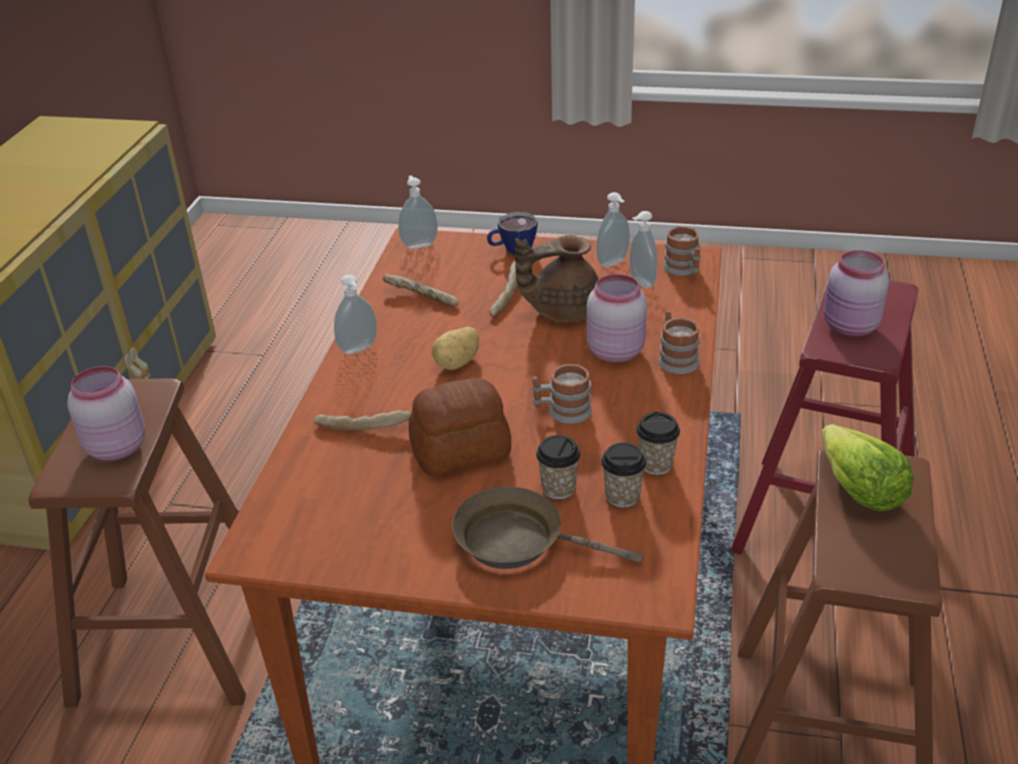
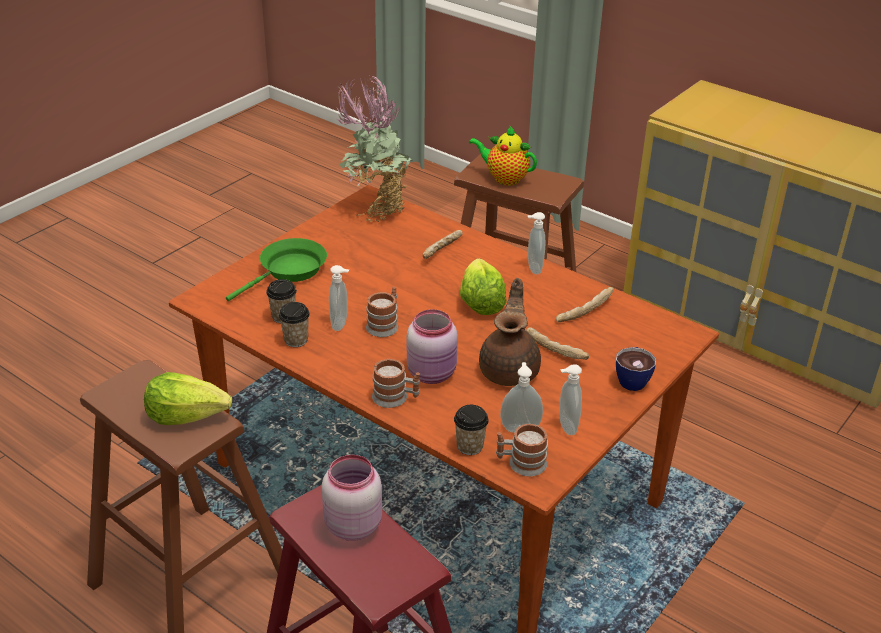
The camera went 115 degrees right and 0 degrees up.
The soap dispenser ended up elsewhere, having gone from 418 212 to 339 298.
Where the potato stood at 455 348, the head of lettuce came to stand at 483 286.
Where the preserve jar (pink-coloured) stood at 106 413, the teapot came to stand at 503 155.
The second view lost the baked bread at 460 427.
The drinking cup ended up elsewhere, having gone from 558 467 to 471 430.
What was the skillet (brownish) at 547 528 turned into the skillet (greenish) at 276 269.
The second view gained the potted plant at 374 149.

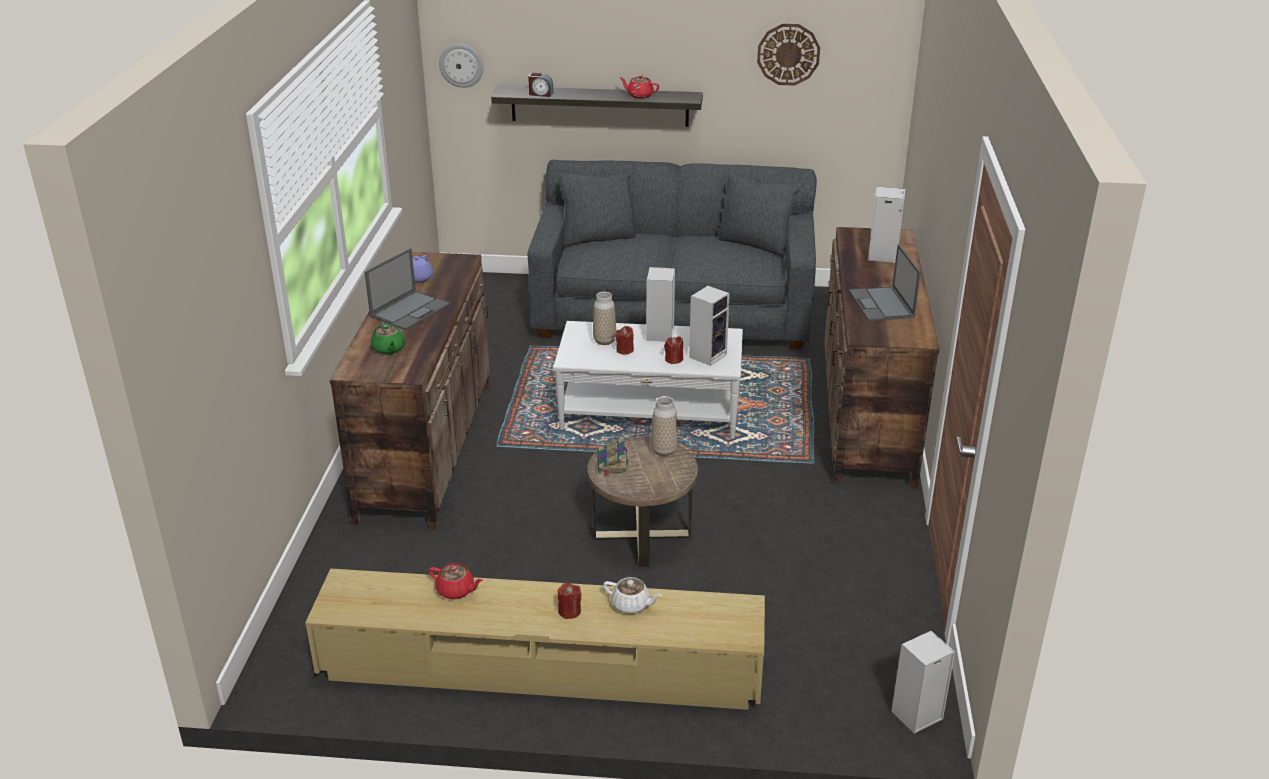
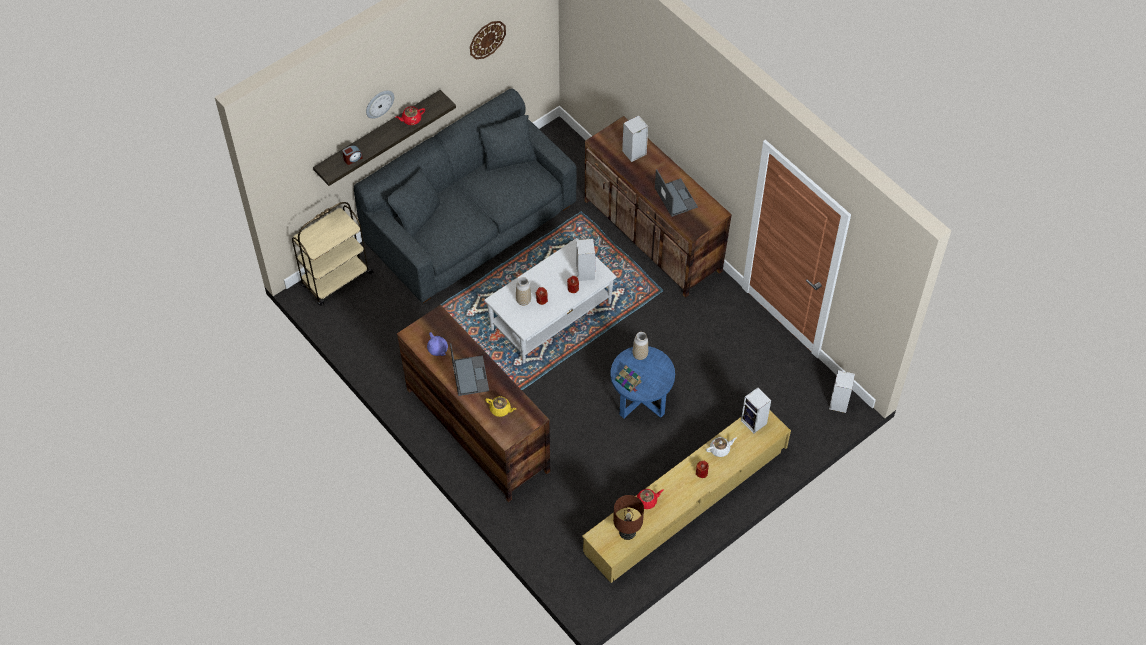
The camera went 45 degrees left and 25 degrees up.
The wall clock ended up elsewhere, having gone from 461 66 to 380 105.
The notebook computer at 885 282 ended up facing another way, 150 degrees counterclockwise from before.
The audio speaker ended up elsewhere, having gone from 660 304 to 756 410.
What was the teapot (greenish) at 388 338 turned into the teapot (yellowish) at 500 406.
What was the accent table (brownish) at 642 502 turned into the accent table (blue-coloured) at 643 382.
The second view gained the cart (beige-coloured) at 332 254.
The second view gained the lamp for a table (brownish) at 628 517.

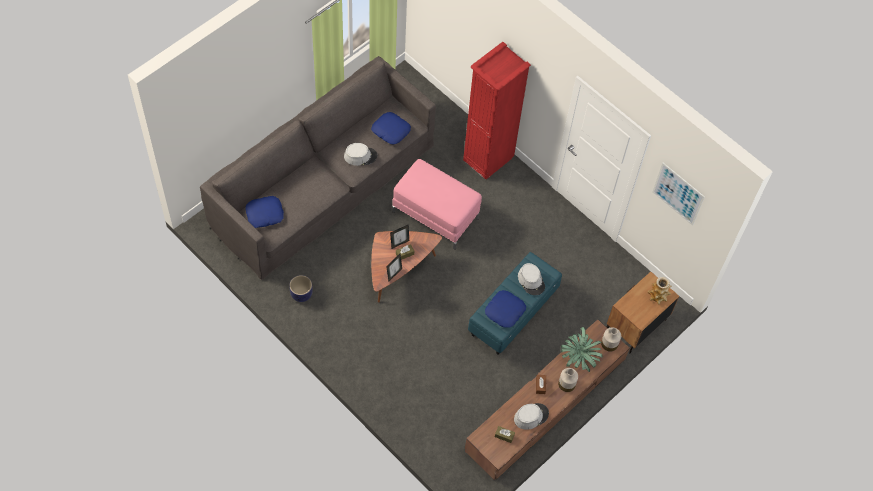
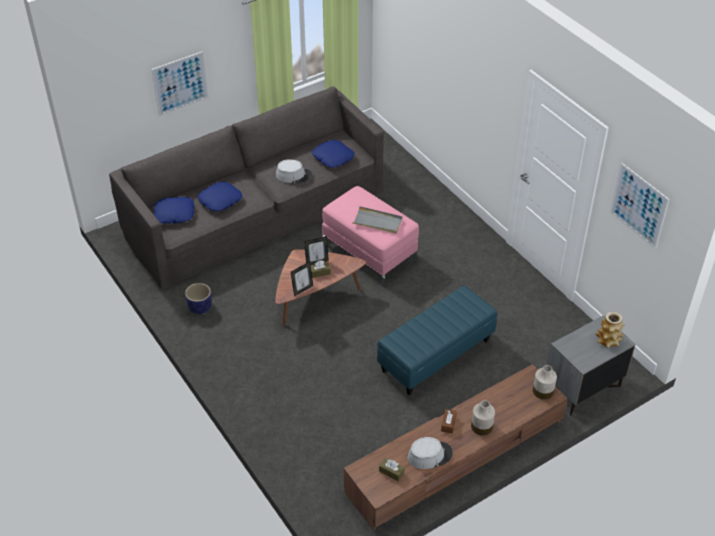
The camera went 15 degrees right and 15 degrees down.
The second view lost the cupboard (red) at 497 110.
The second view lost the clothing hat (gray) at 531 279.
What was the bedside table (brownish) at 643 312 turned into the bedside table (gray) at 591 365.
The cushion (blue-coloured) ended up elsewhere, having gone from 505 309 to 220 197.
The second view lost the potted plant at 582 349.
The second view gained the picture at 180 83.
The second view gained the carrying tray (gray) at 378 220.

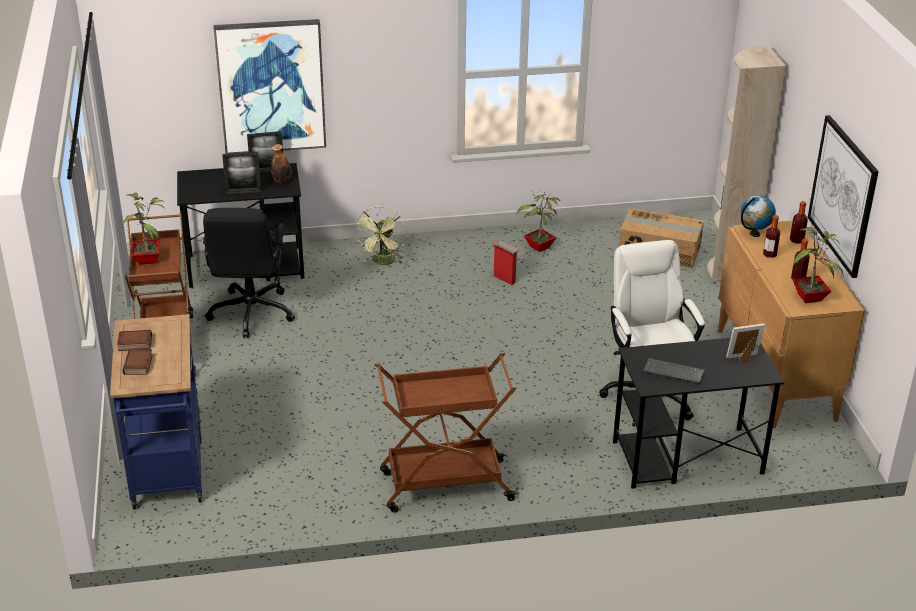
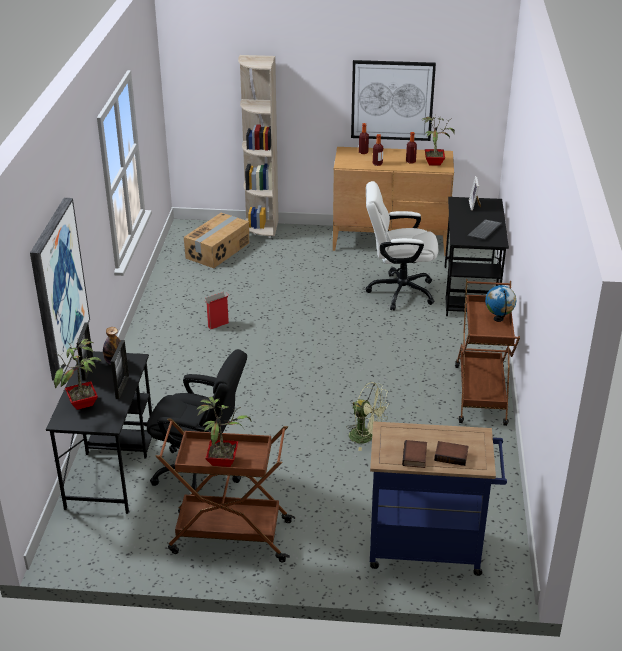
The camera went 75 degrees left and 0 degrees up.
The potted plant ended up elsewhere, having gone from 538 221 to 78 374.
The world globe ended up elsewhere, having gone from 758 216 to 500 303.
The cooling fan (greenish) ended up elsewhere, having gone from 380 235 to 368 416.

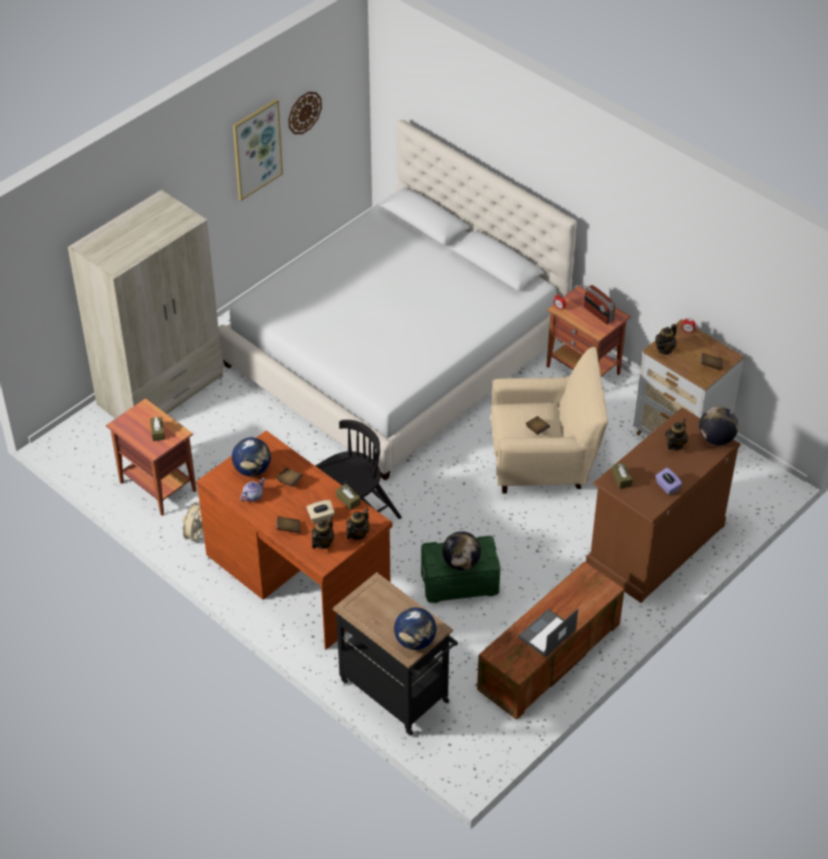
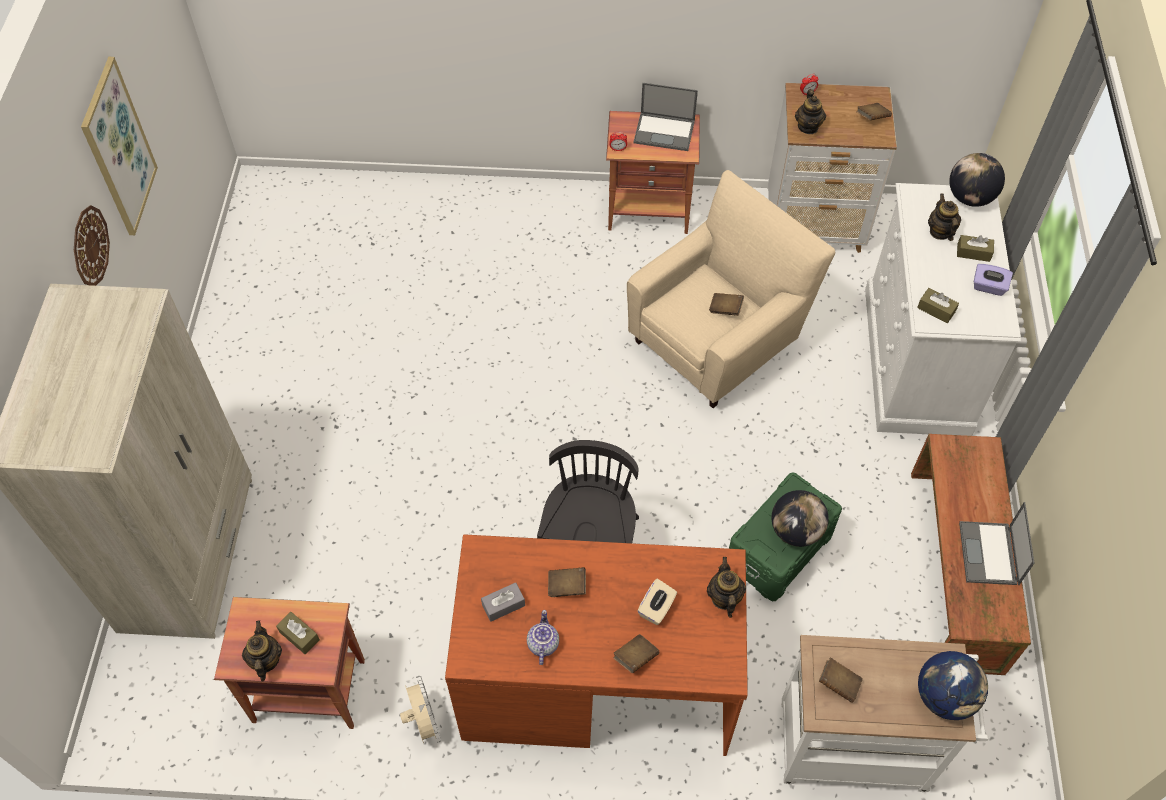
The camera went 40 degrees left and 10 degrees up.
The wall clock ended up elsewhere, having gone from 305 113 to 92 245.
The second view lost the bedroom bed (white-coloured) at 398 300.
Where the radio stood at 599 304, the notebook computer came to stand at 666 117.
What was the dresser (brownish) at 663 505 turned into the dresser (white-coloured) at 943 309.
Where the world globe stood at 251 457, the box of tissues (gray) came to stand at 503 602.
The box of tissues (brownish) ended up elsewhere, having gone from 348 497 to 975 248.
The teapot ended up elsewhere, having gone from 322 532 to 262 650.
What was the cart (blackish) at 395 654 turned into the cart (white-coloured) at 885 713.
The second view gained the bound book (brownish) at 841 680.

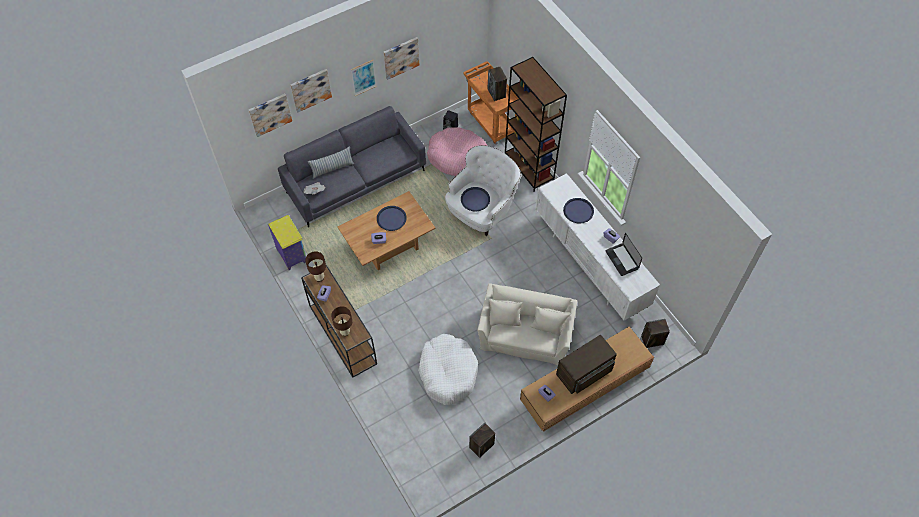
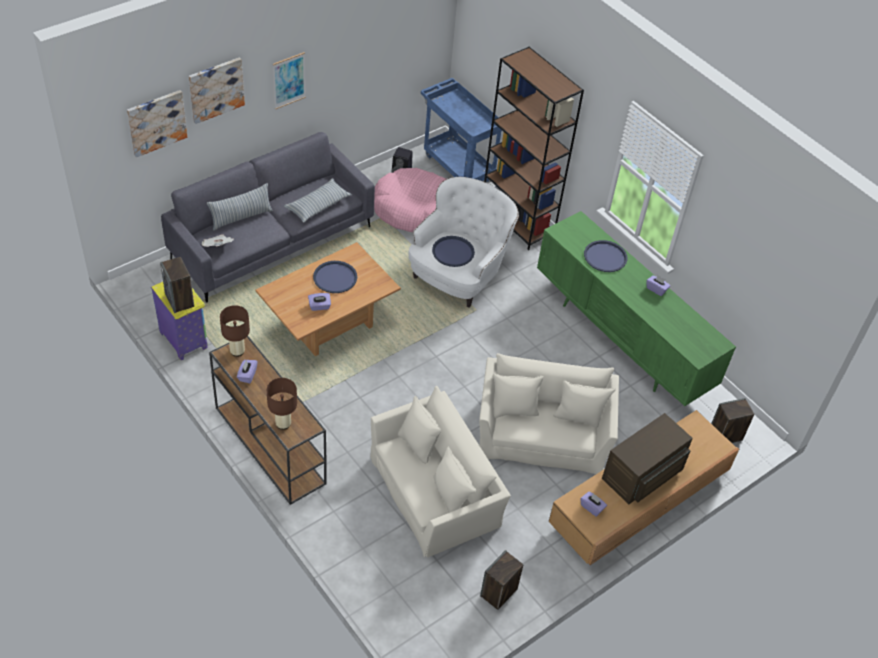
The camera went 10 degrees left and 10 degrees down.
The second view lost the picture at 401 58.
What was the cart (orange-coloured) at 491 102 turned into the cart (blue-coloured) at 461 130.
The audio speaker ended up elsewhere, having gone from 497 84 to 177 285.
What was the cupboard (white-coloured) at 598 247 turned into the cupboard (greenish) at 636 308.
The second view lost the notebook computer at 623 254.
Where the pet bed (white-coloured) stood at 448 369, the armchair (beige-coloured) came to stand at 440 471.
The second view gained the cushion at 318 201.

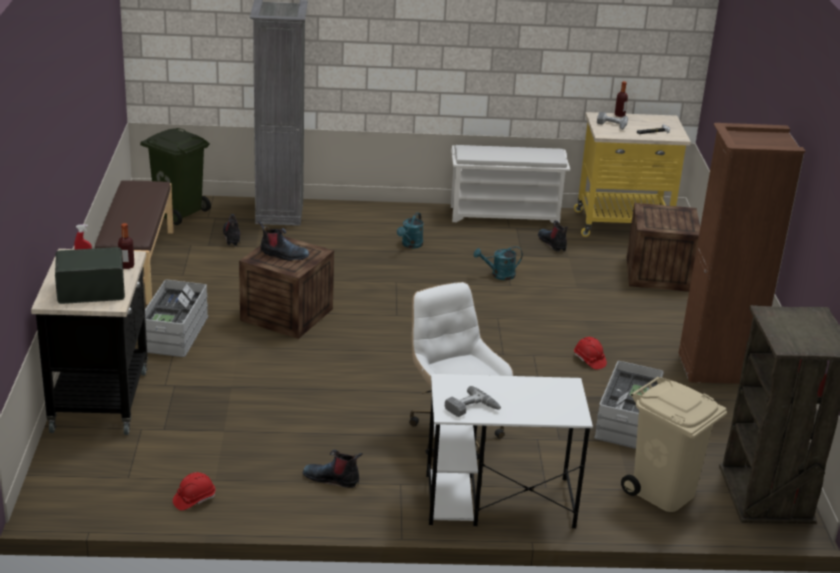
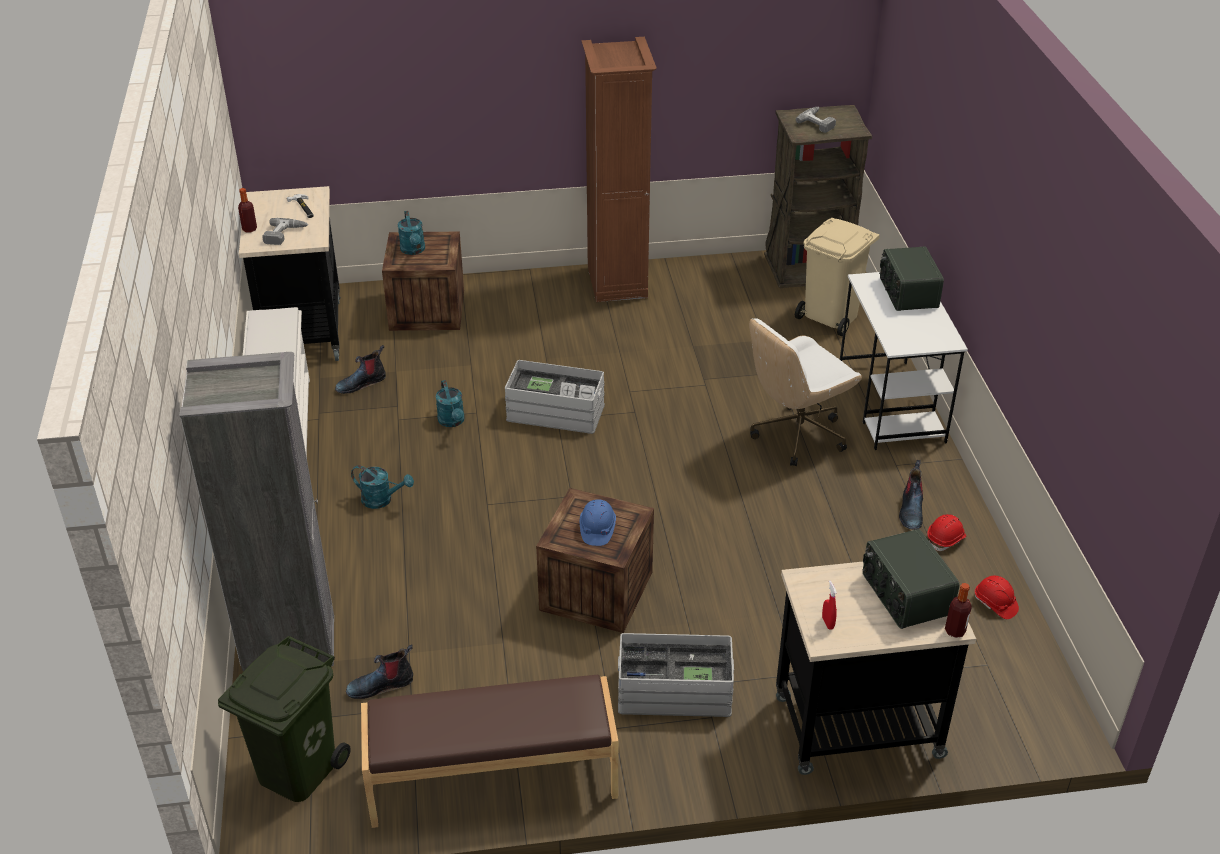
The camera went 95 degrees left and 10 degrees up.
What was the cart (yellowish) at 632 174 turned into the cart (blackish) at 290 273.
Where the boot stood at 283 241, the safety helmet (blue-coloured) came to stand at 598 522.
The drink bottle ended up elsewhere, having gone from 126 246 to 958 610.
The safety helmet (red) ended up elsewhere, having gone from 590 353 to 946 532.
The storage box (gray) ended up elsewhere, having gone from 629 405 to 555 397.
The electric drill ended up elsewhere, having gone from 473 401 to 816 120.
The second view gained the watering pot (turquoise-coloured) at 411 233.
The second view gained the radio at 911 278.

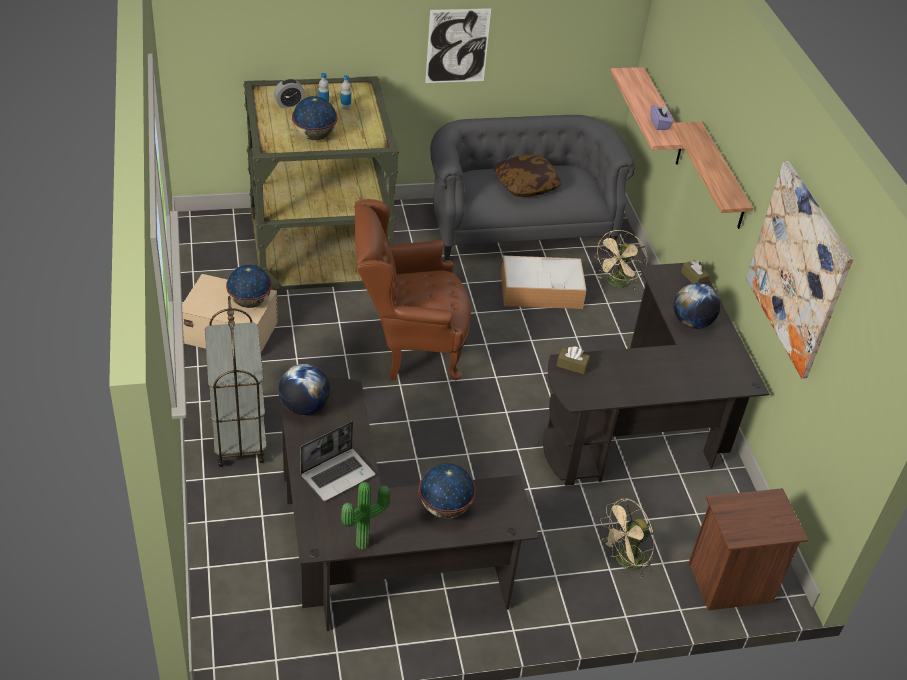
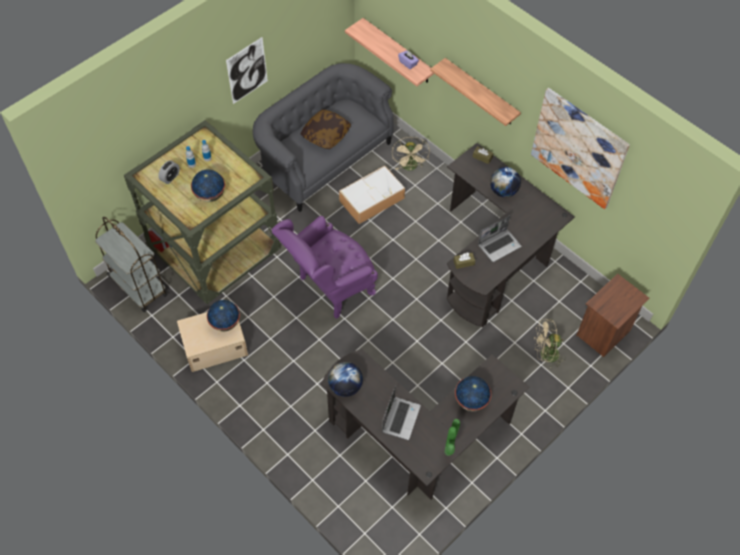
The camera went 30 degrees left and 15 degrees up.
What was the armchair (brownish) at 412 290 turned into the armchair (purple-coloured) at 324 267.
The cart (gray) ended up elsewhere, having gone from 236 381 to 131 264.
The cooling fan (beige-coloured) at 627 537 ended up facing another way, 60 degrees clockwise from before.
The second view gained the notebook computer at 500 238.

